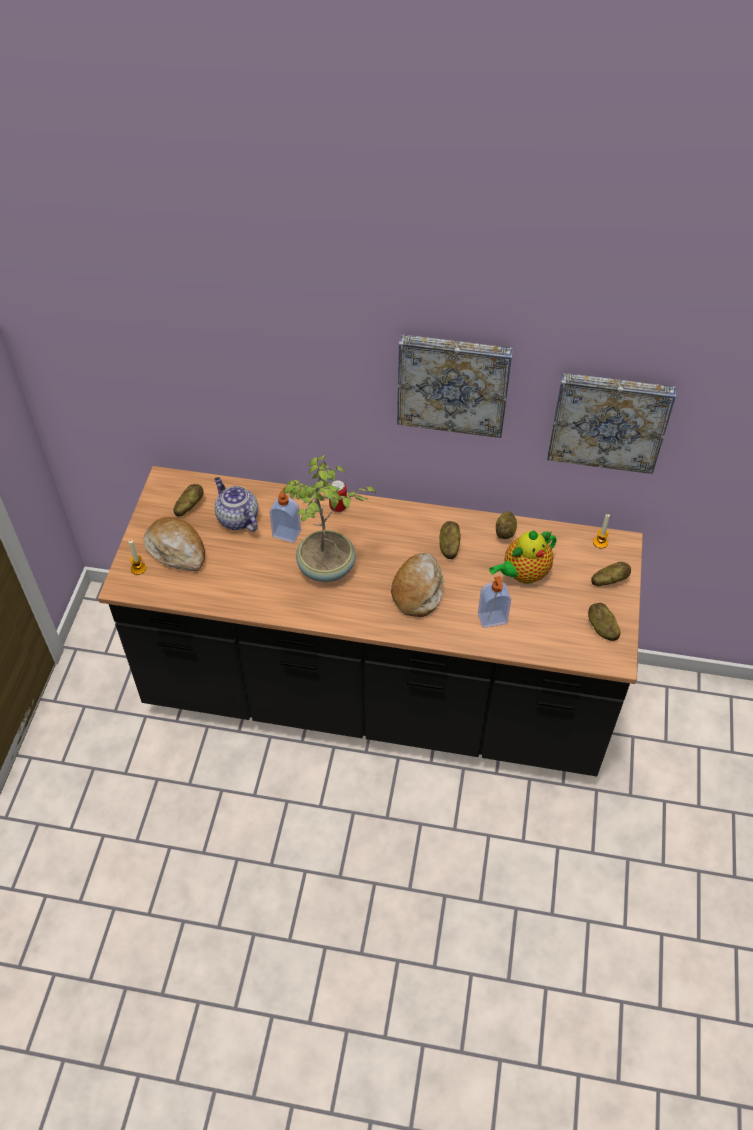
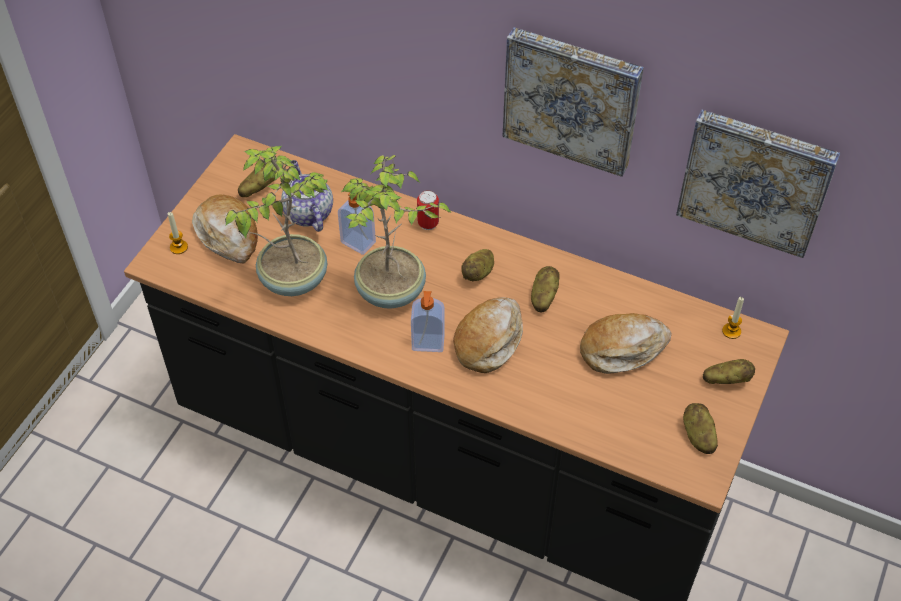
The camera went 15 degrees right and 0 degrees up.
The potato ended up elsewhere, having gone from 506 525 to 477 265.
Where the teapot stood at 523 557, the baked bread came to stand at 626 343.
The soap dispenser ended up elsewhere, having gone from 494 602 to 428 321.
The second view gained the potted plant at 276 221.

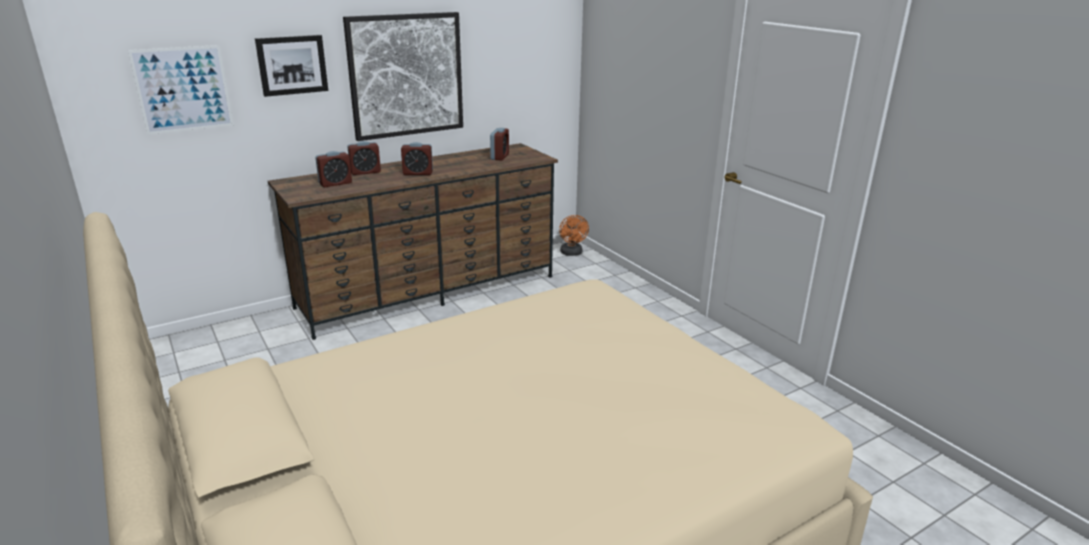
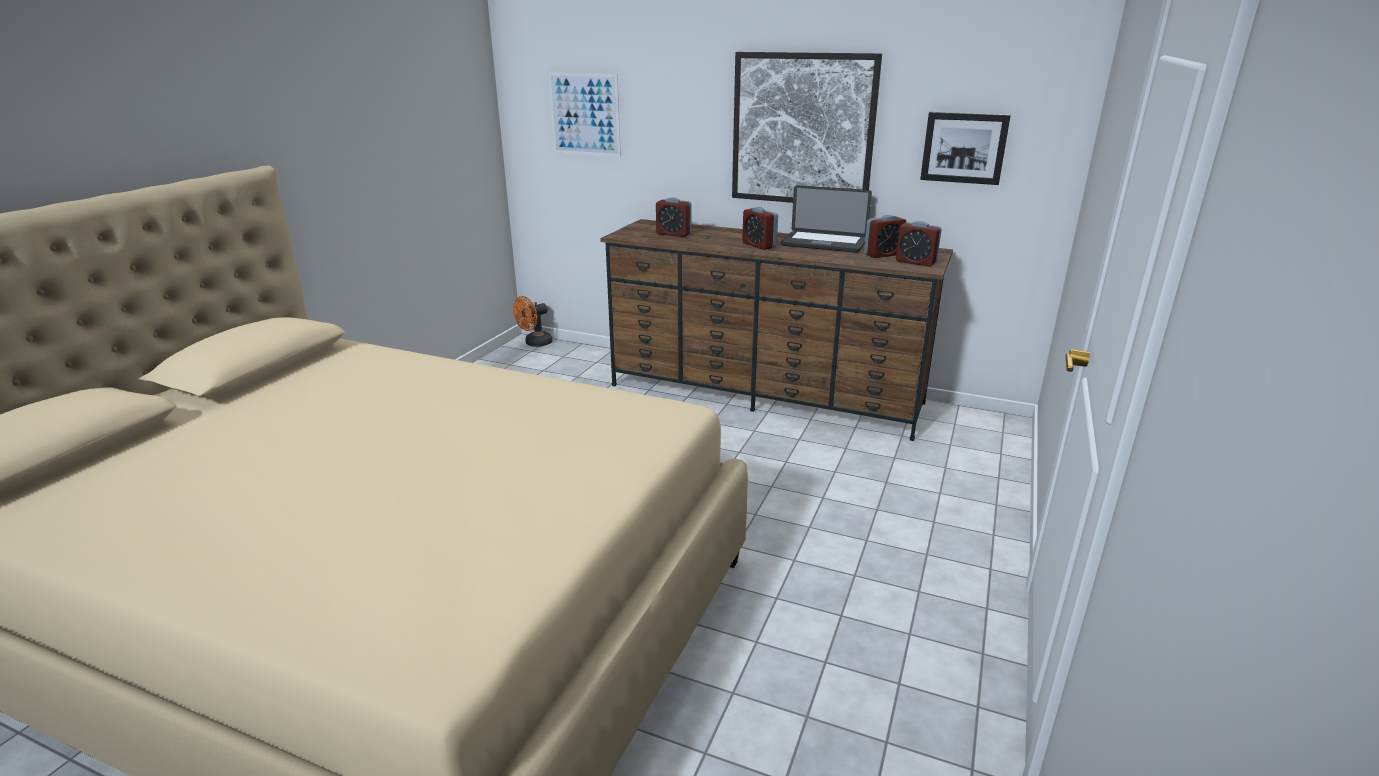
The camera went 55 degrees right and 0 degrees up.
The picture ended up elsewhere, having gone from 291 66 to 965 148.
The alarm clock ended up elsewhere, having gone from 364 158 to 919 244.
The cooling fan (orange-coloured) ended up elsewhere, having gone from 574 235 to 533 321.
The second view gained the notebook computer at 826 219.

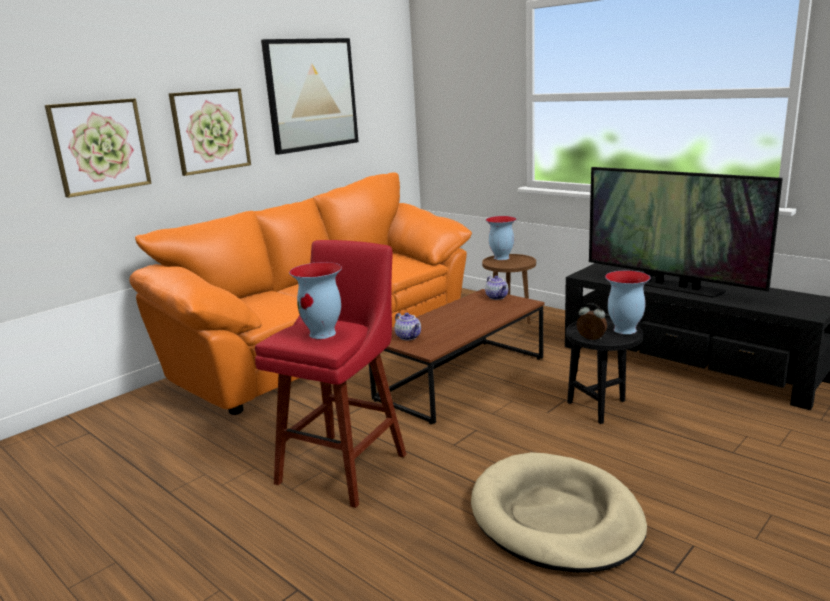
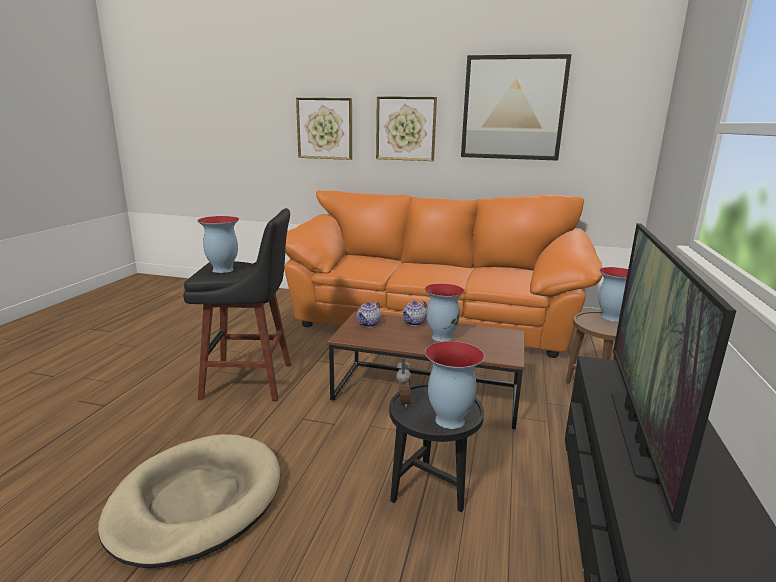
The camera went 60 degrees right and 0 degrees up.
What was the stool seat (red) at 330 374 turned into the stool seat (blackish) at 237 304.
The teapot ended up elsewhere, having gone from 496 288 to 414 313.
The second view gained the flower vase at 445 312.

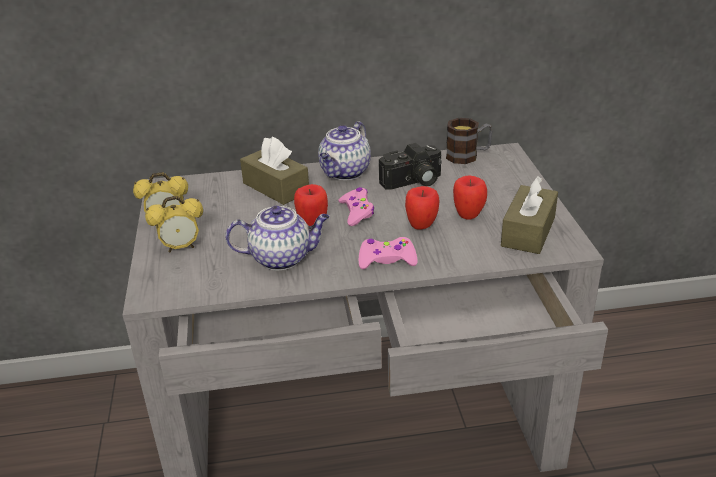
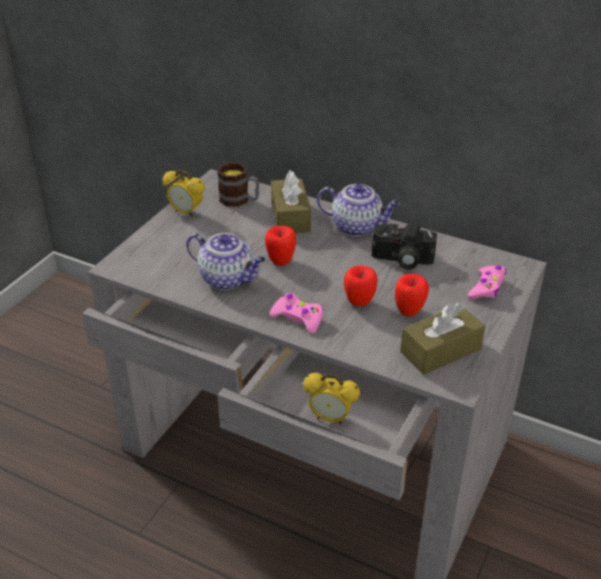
The camera went 35 degrees right and 5 degrees up.
The tea mug ended up elsewhere, having gone from 469 141 to 238 184.
The teapot at 344 150 ended up facing another way, 135 degrees counterclockwise from before.
The gamepad (pink-coloured) ended up elsewhere, having gone from 356 206 to 487 282.
The alarm clock ended up elsewhere, having gone from 174 224 to 331 399.

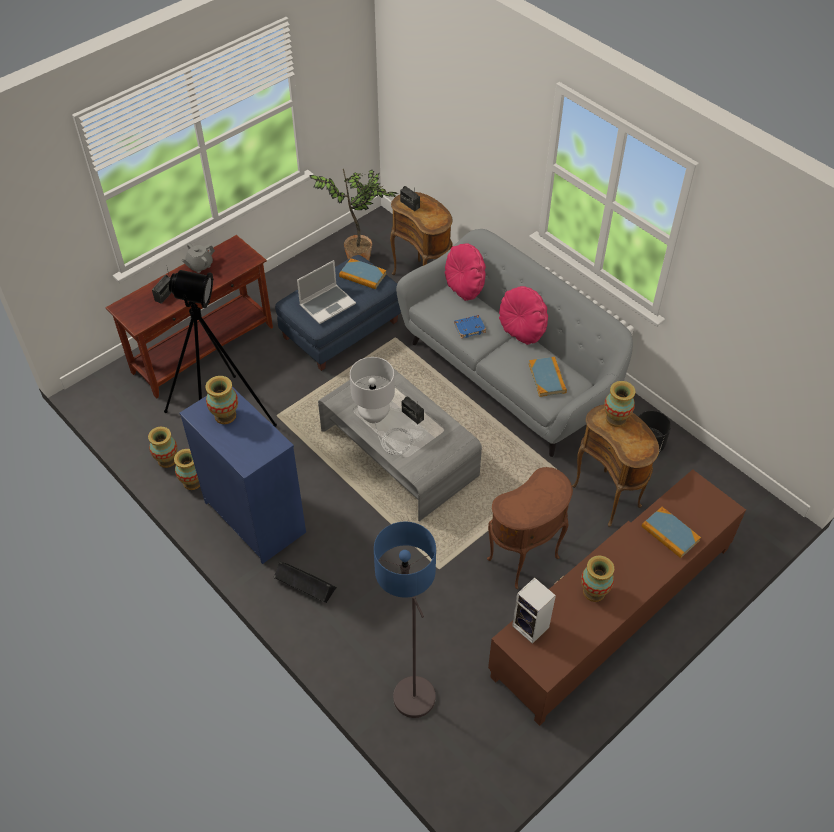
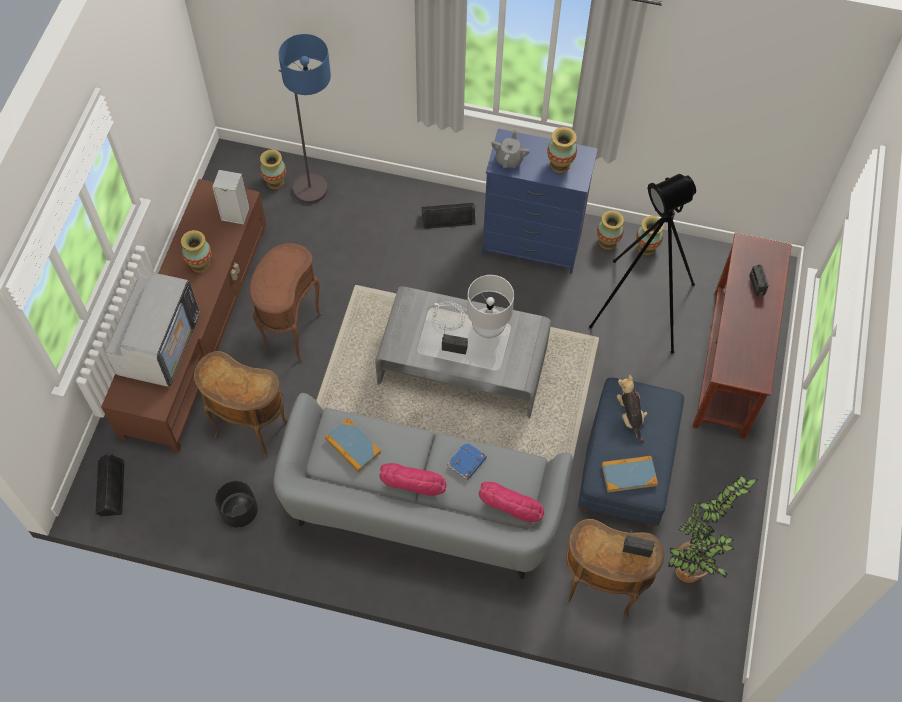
The camera went 145 degrees right and 10 degrees up.
The teapot (gray) ended up elsewhere, having gone from 198 258 to 510 149.
Where the notebook computer stood at 326 292, the soft toy came to stand at 632 409.
The flower vase ended up elsewhere, having gone from 619 404 to 273 169.
Where the bound book stood at 671 532, the television came to stand at 152 330.
The second view gained the audio speaker (blackish) at 110 484.

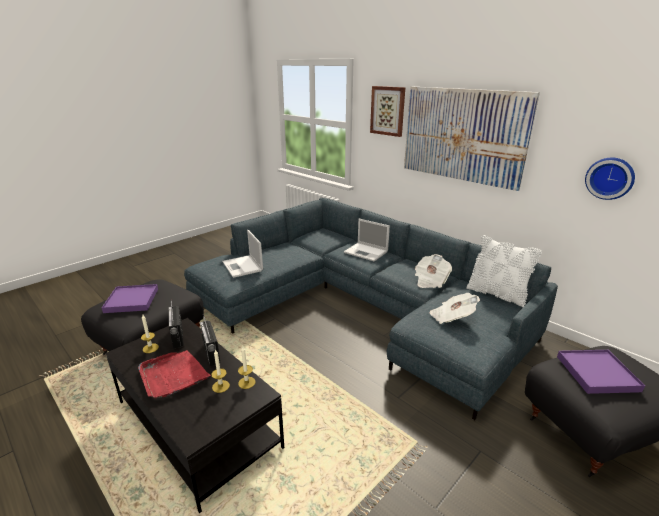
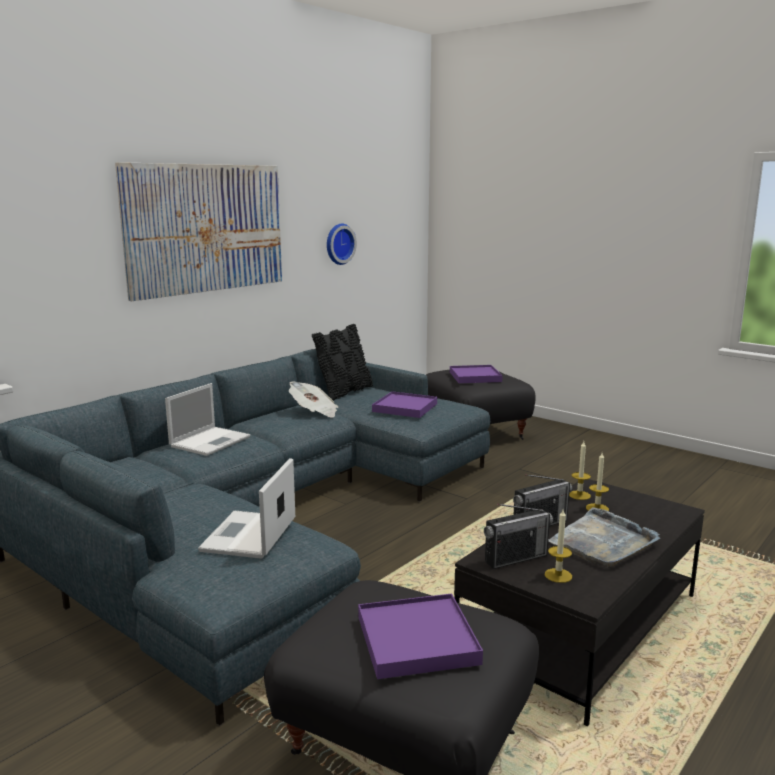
The camera went 95 degrees left and 10 degrees down.
The second view lost the picture at 388 111.
The notebook computer at 242 254 ended up facing another way, 135 degrees clockwise from before.
What was the cushion (white-coloured) at 504 271 turned into the cushion (blackish) at 342 362.
Where the daily paper stood at 455 308, the carrying tray (purple-coloured) came to stand at 404 404.
What was the carrying tray (red) at 174 374 turned into the carrying tray (gray) at 604 537.

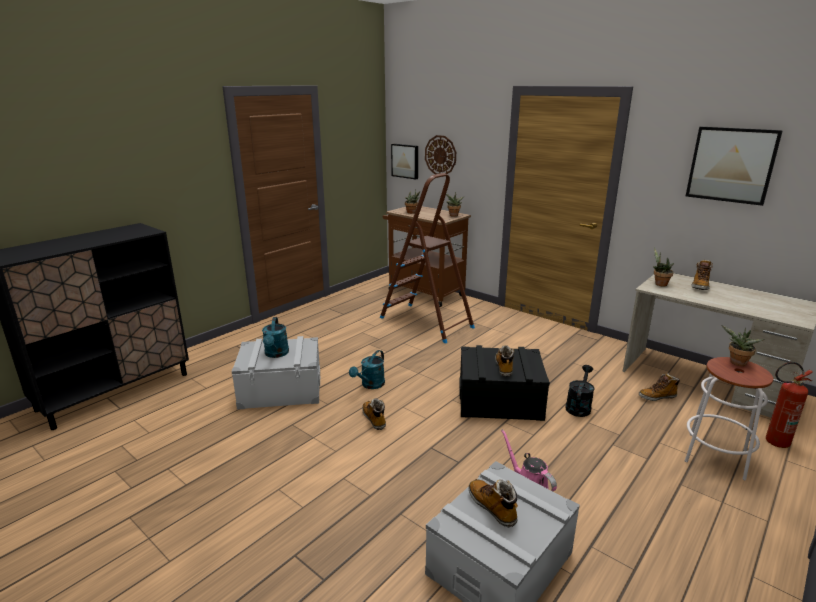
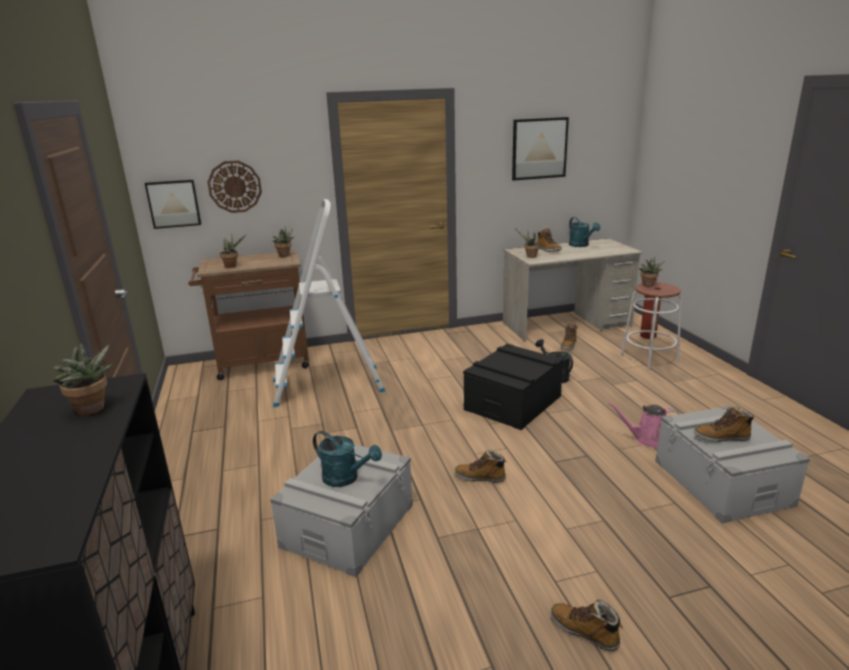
The camera went 55 degrees left and 0 degrees up.
What was the step stool (brownish) at 427 258 turned into the step stool (white-coloured) at 329 303.
The boot ended up elsewhere, having gone from 504 361 to 586 625.
The watering pot (turquoise-coloured) ended up elsewhere, having gone from 367 369 to 584 232.
The second view gained the potted plant at 82 379.

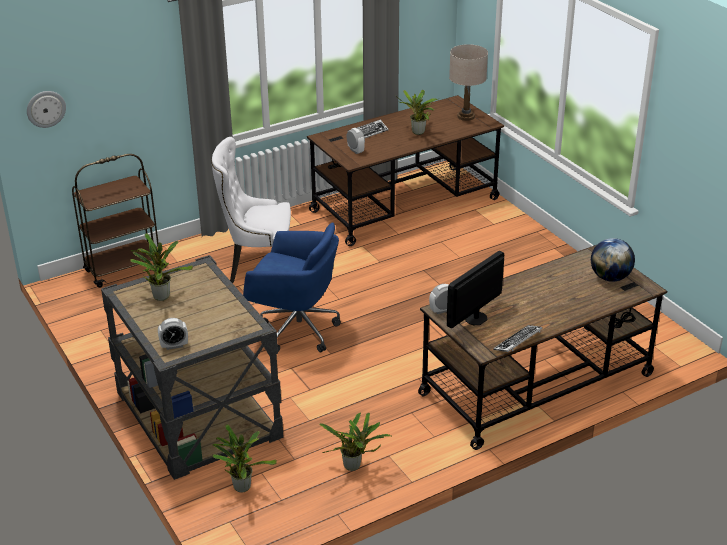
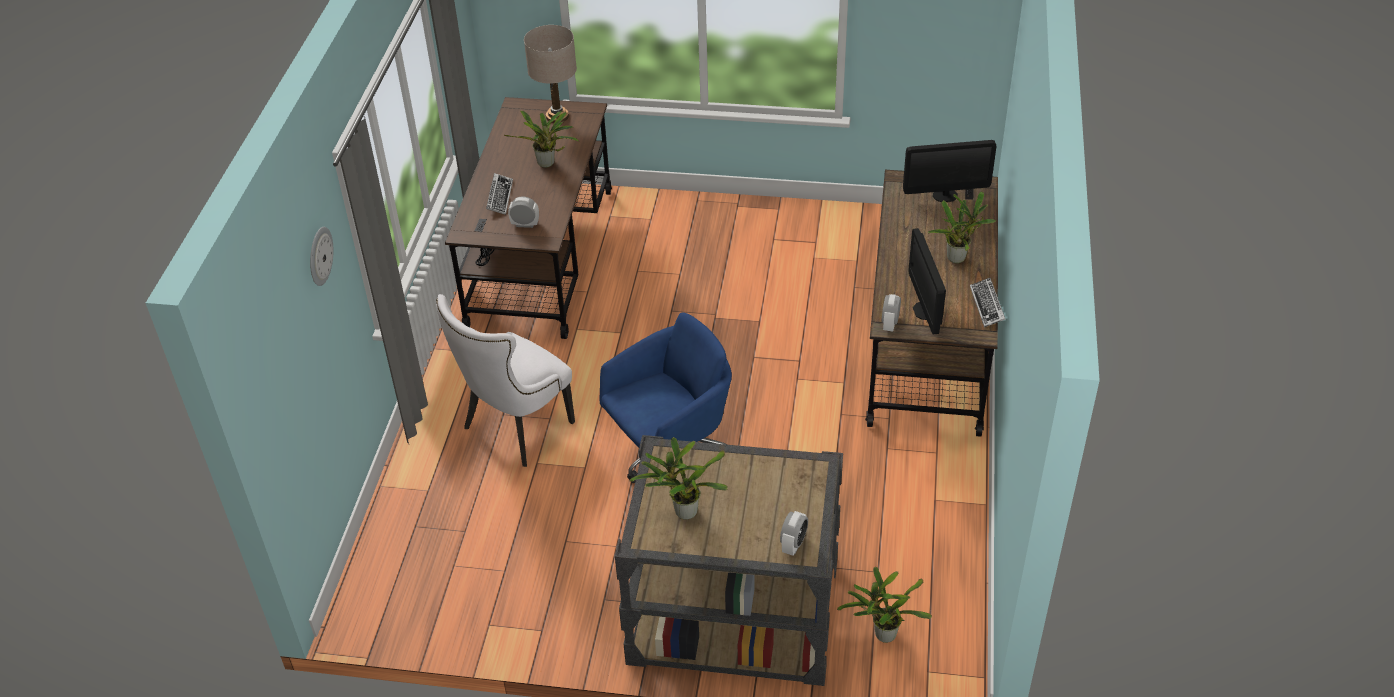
The camera went 50 degrees left and 10 degrees up.
The wall clock ended up elsewhere, having gone from 46 109 to 321 256.
The second view lost the cart (brownish) at 119 221.
Where the world globe stood at 613 260, the computer display came to stand at 950 171.
The potted plant ended up elsewhere, having gone from 355 441 to 962 228.

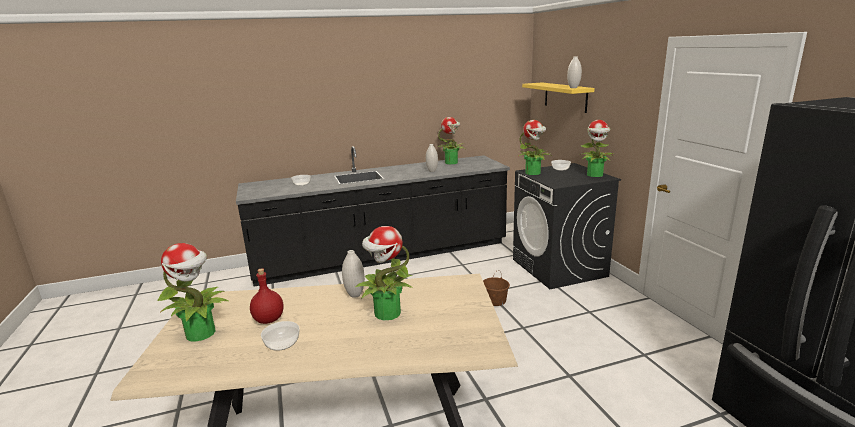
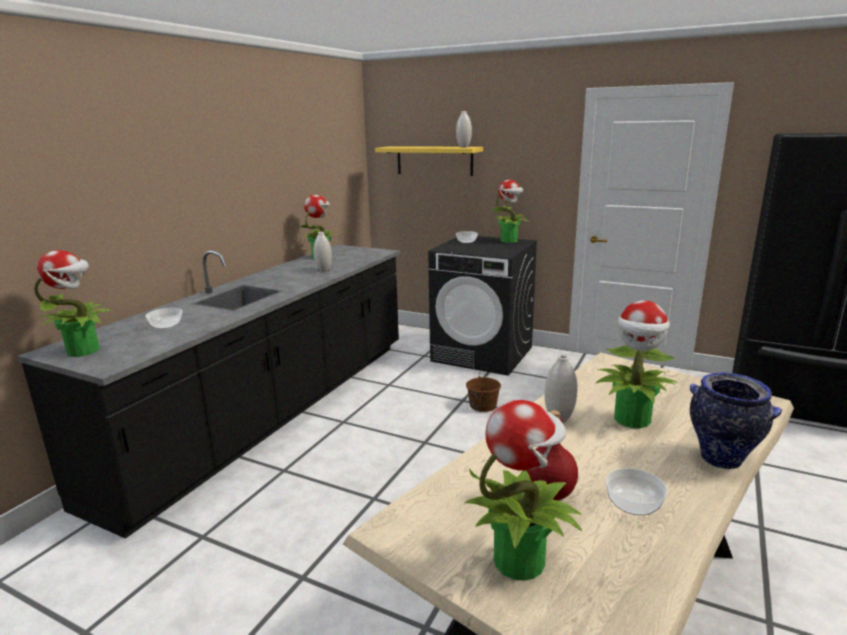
The camera went 45 degrees left and 0 degrees up.
The potted plant ended up elsewhere, having gone from 534 147 to 74 303.
The second view gained the flower vase at 736 420.

